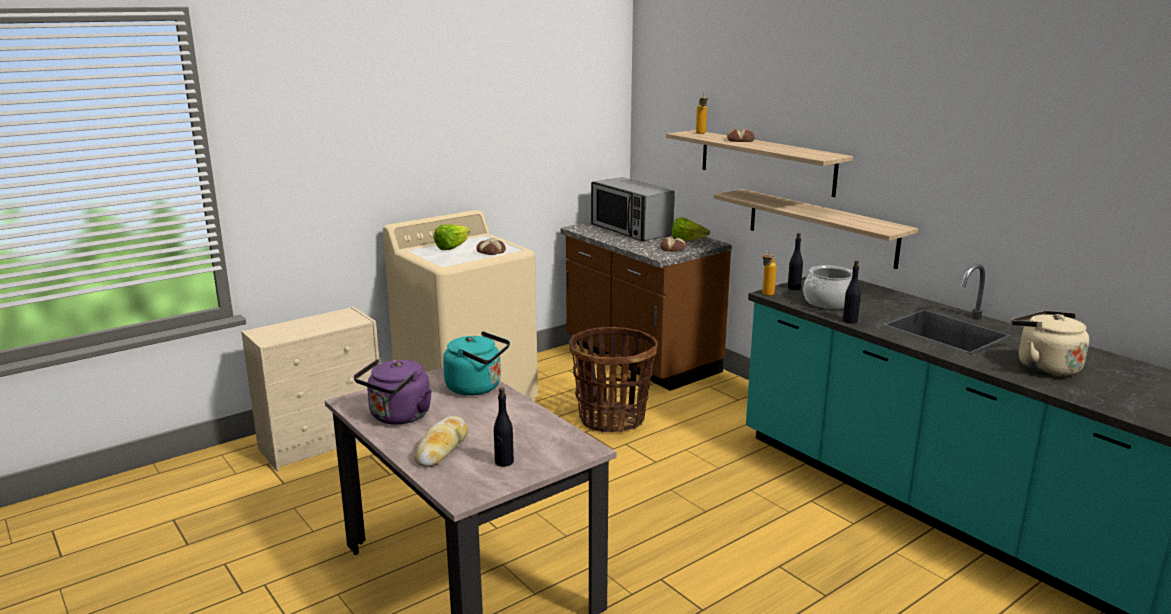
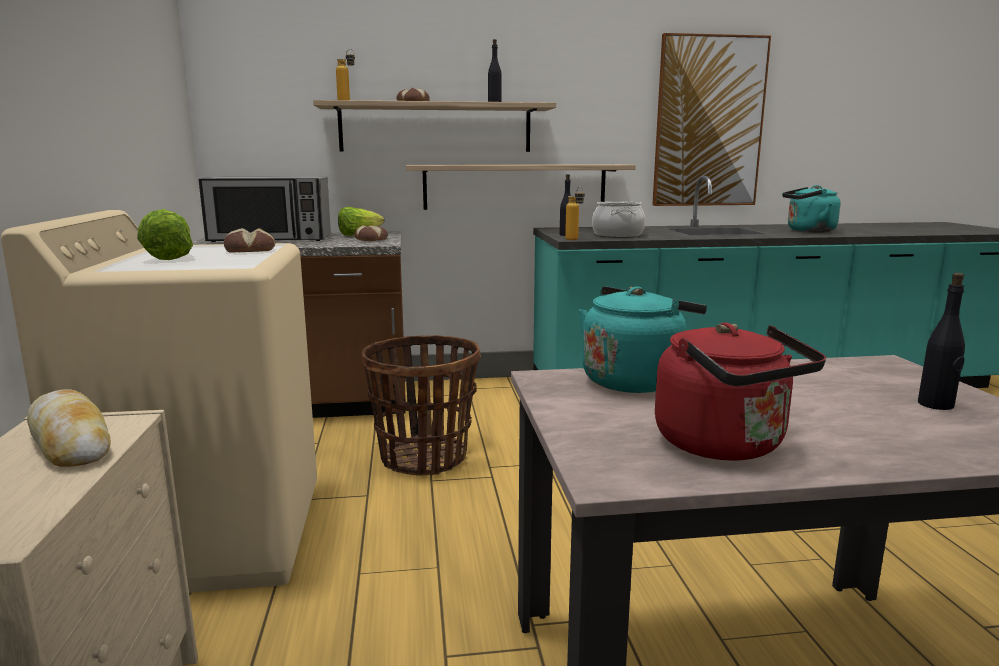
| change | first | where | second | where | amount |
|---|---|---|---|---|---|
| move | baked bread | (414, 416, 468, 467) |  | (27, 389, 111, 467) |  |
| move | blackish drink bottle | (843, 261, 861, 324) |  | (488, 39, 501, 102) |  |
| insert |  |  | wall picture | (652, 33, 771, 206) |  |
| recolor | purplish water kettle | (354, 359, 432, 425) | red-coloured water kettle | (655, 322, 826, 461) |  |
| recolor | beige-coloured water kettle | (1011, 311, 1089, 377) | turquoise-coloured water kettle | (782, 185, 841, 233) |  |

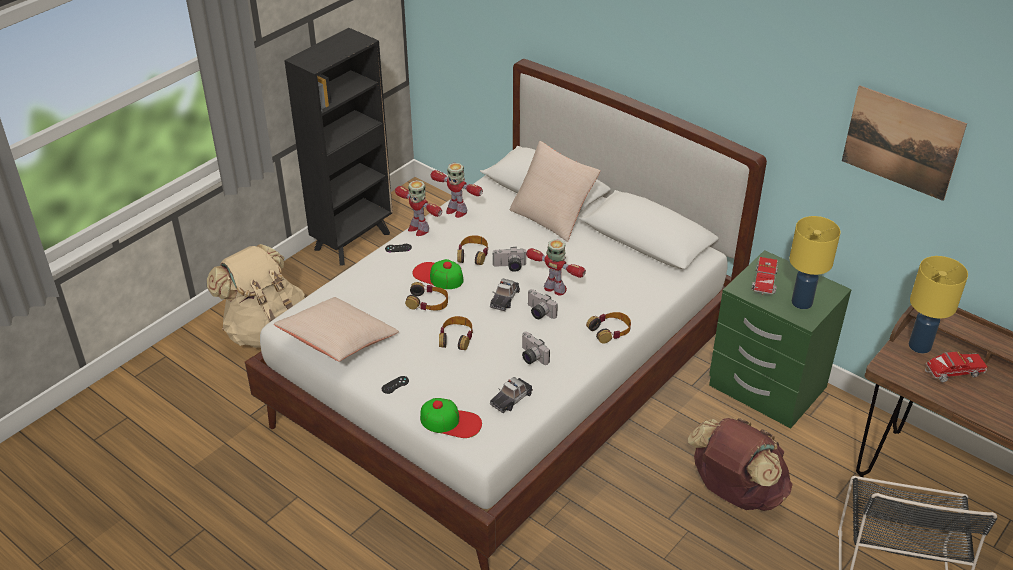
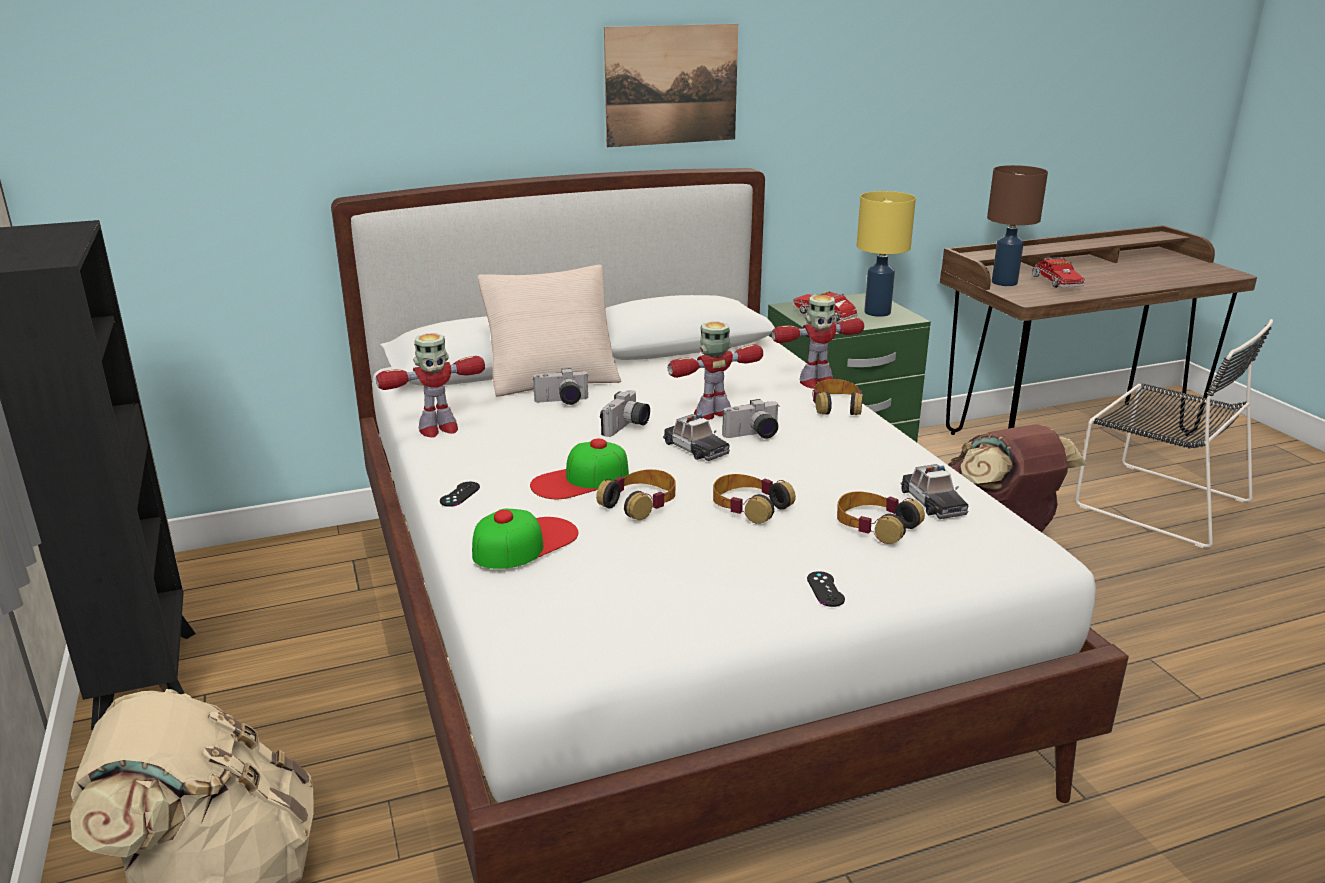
| change | first | where | second | where | amount |
|---|---|---|---|---|---|
| move | cap | (420, 398, 482, 438) |  | (472, 509, 578, 569) |  |
| move | photo camera | (522, 332, 550, 365) |  | (532, 368, 588, 405) |  |
| move | wall picture | (842, 85, 967, 201) |  | (604, 24, 738, 147) |  |
| move | robot figure | (395, 180, 442, 236) |  | (772, 295, 864, 389) |  |
| move | headphones | (457, 235, 489, 265) |  | (837, 491, 925, 544) |  |
| recolor | yellowish lamp for a table | (909, 256, 968, 353) | brown-coloured lamp for a table | (987, 165, 1048, 286) |  |
| rotate | toy truck | (925, 351, 987, 382) |  | (1032, 257, 1084, 288) | 150 degrees clockwise |
| delete | beige-coloured throw pillow | (274, 297, 399, 361) |  |  |  |

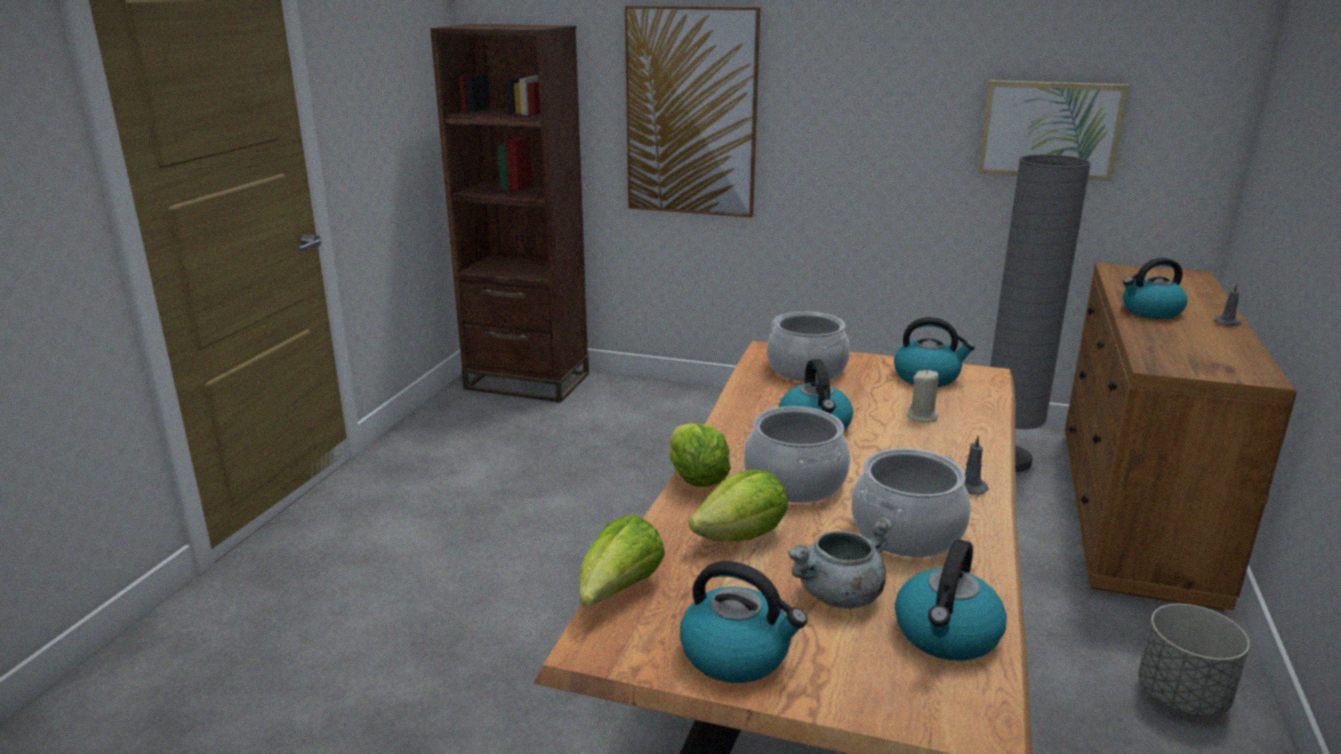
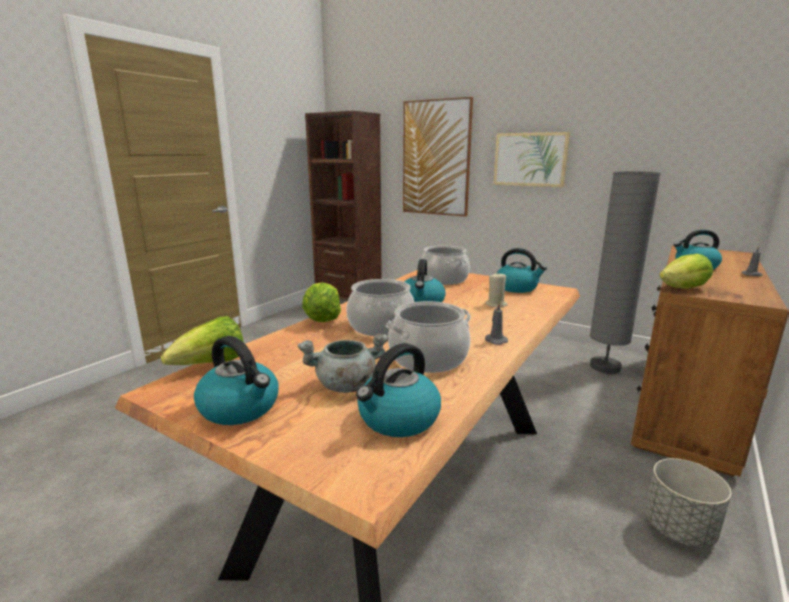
| change | first | where | second | where | amount |
|---|---|---|---|---|---|
| move | wall picture | (977, 80, 1129, 181) |  | (493, 132, 570, 187) |  |
| move | lettuce head | (689, 470, 788, 542) |  | (660, 254, 713, 289) |  |

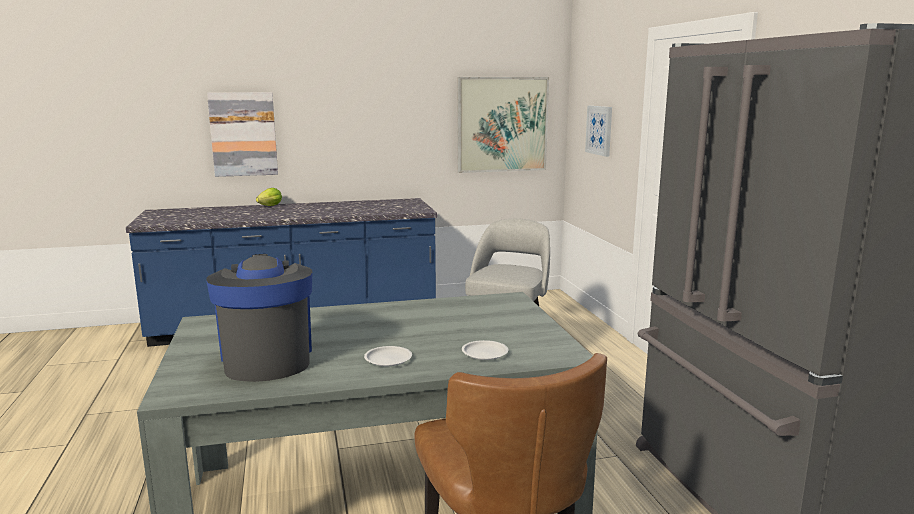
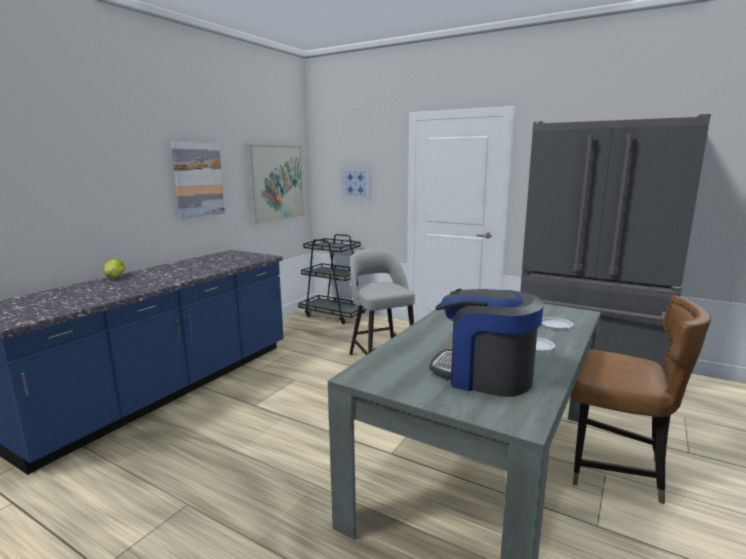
| change | first | where | second | where | amount |
|---|---|---|---|---|---|
| move | wall picture | (207, 93, 278, 177) |  | (171, 142, 225, 219) |  |
| insert |  |  | blackish wheeled cart | (298, 234, 366, 324) |  |

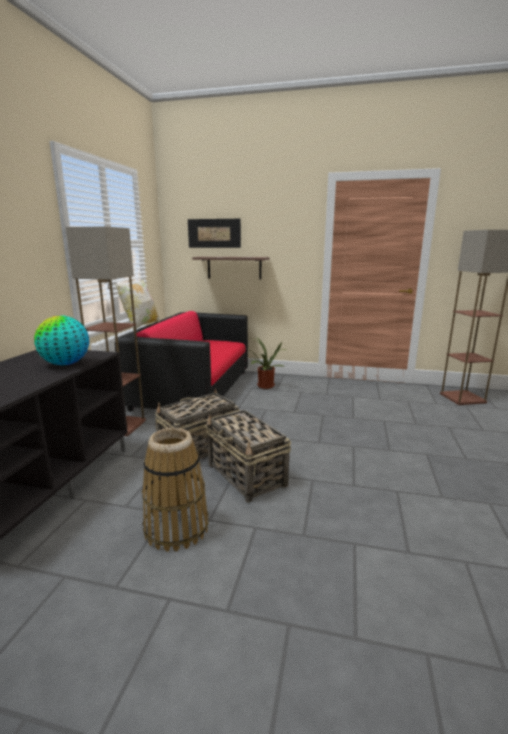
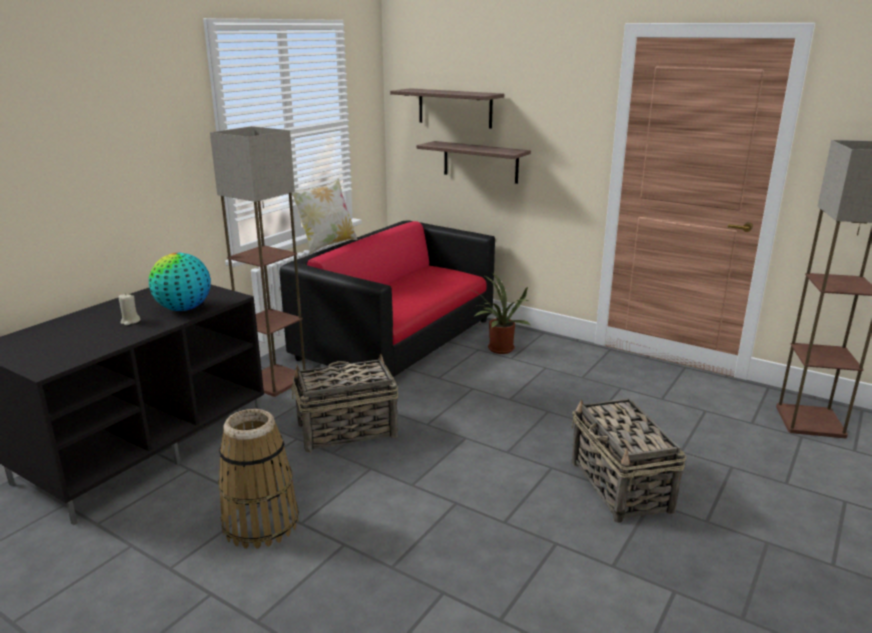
| change | first | where | second | where | amount |
|---|---|---|---|---|---|
| insert |  |  | beige-coloured candle | (119, 293, 140, 325) |  |
| replace | wall picture | (188, 219, 241, 248) | shelf | (390, 88, 504, 129) |  |
| move | basket | (204, 410, 291, 502) |  | (572, 398, 686, 523) |  |

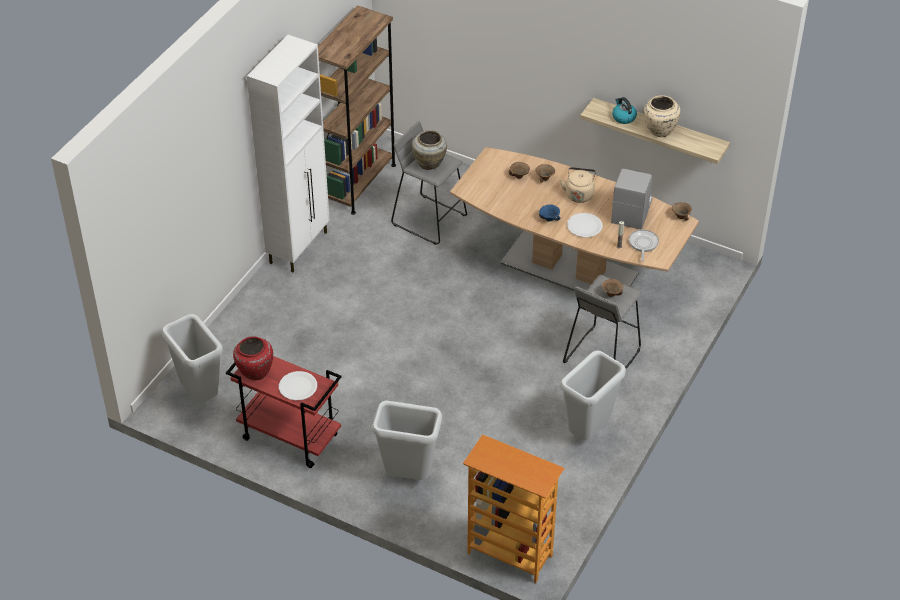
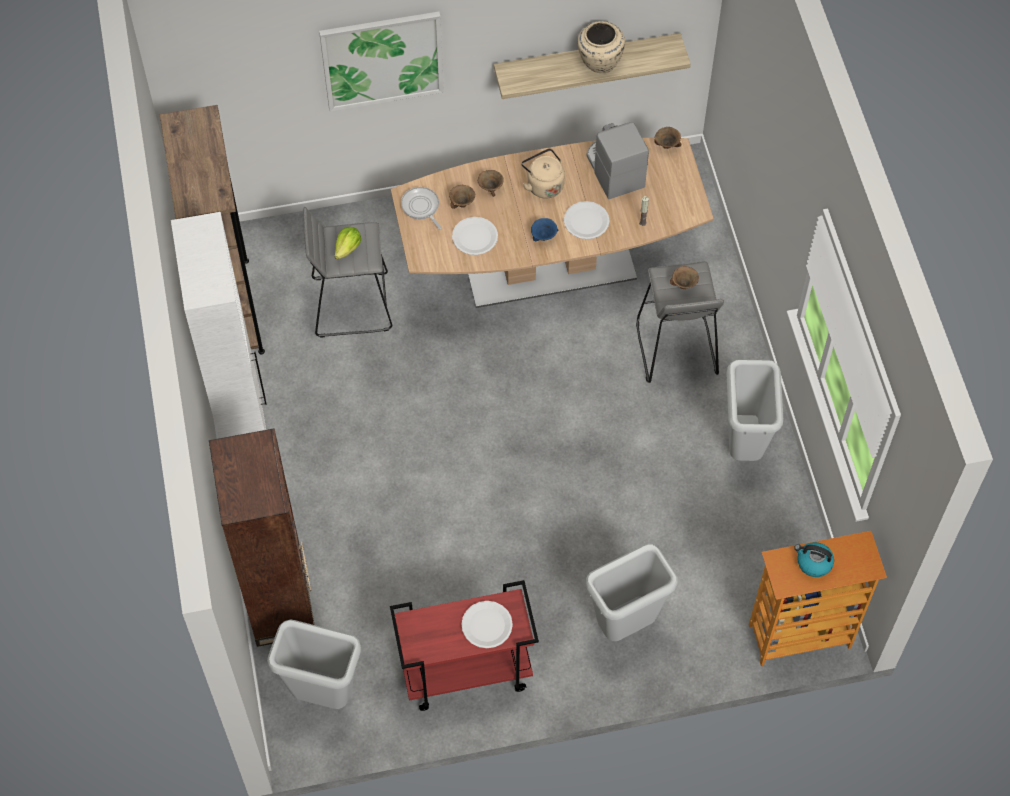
| change | first | where | second | where | amount |
|---|---|---|---|---|---|
| insert |  |  | brown-coloured bookshelf | (209, 428, 315, 647) |  |
| insert |  |  | wall picture | (319, 12, 444, 112) |  |
| replace | beige-coloured flower vase | (412, 130, 447, 170) | lettuce head | (335, 227, 361, 259) |  |
| move | frying pan | (629, 230, 659, 261) |  | (401, 187, 442, 230) |  |
| insert |  |  | whitish dinner plate | (452, 217, 498, 255) |  |
| move | water kettle | (612, 97, 637, 124) |  | (794, 542, 834, 577) |  |
| delete | red-coloured flower vase | (233, 336, 273, 380) |  |  |  |

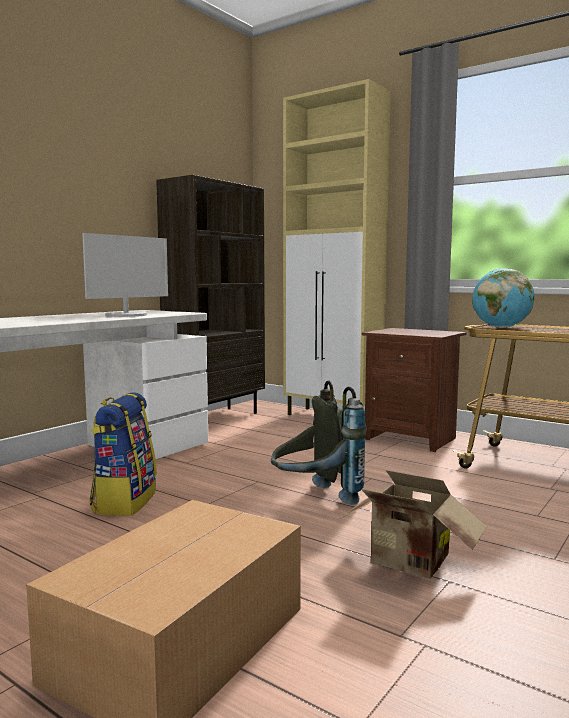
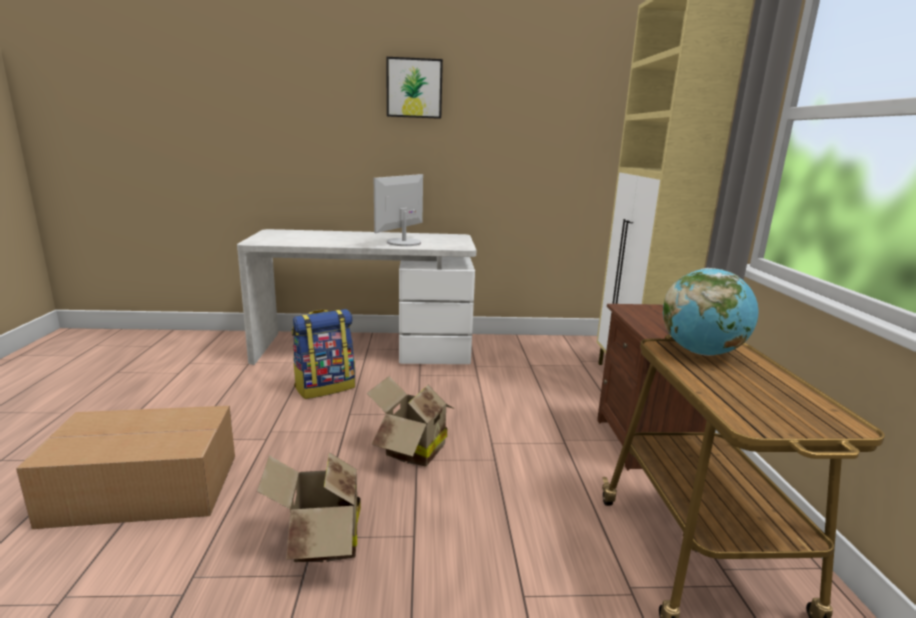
| change | first | where | second | where | amount |
|---|---|---|---|---|---|
| replace | gray rucksack | (271, 380, 366, 505) | carton | (367, 376, 455, 467) |  |
| rotate | computer display | (82, 233, 168, 317) |  | (374, 174, 423, 246) | 120 degrees clockwise |
| insert |  |  | wall picture | (386, 57, 443, 119) |  |
| delete | brown-coloured bookshelf | (156, 175, 265, 414) |  |  |  |

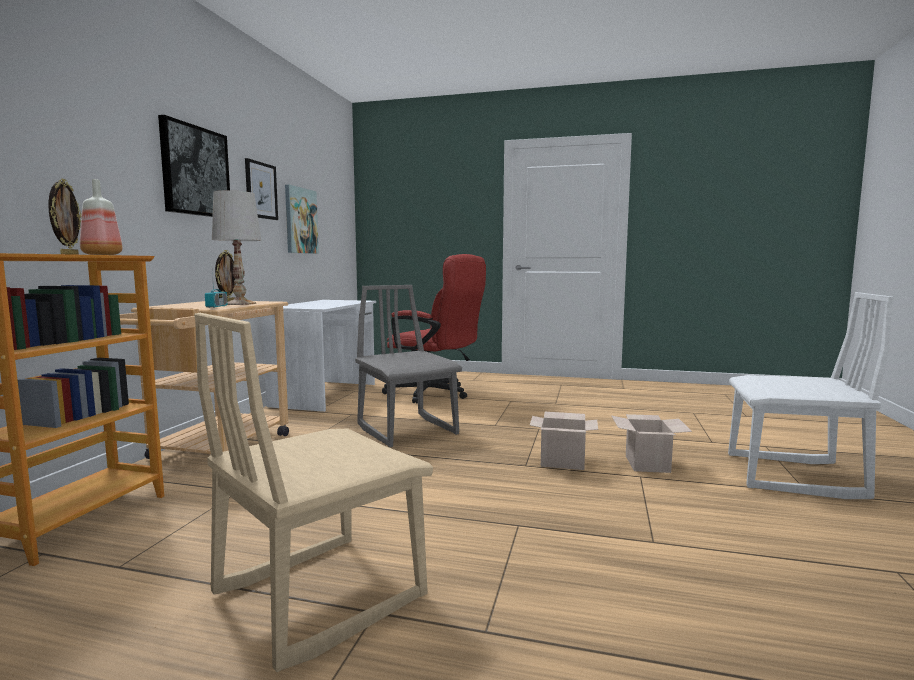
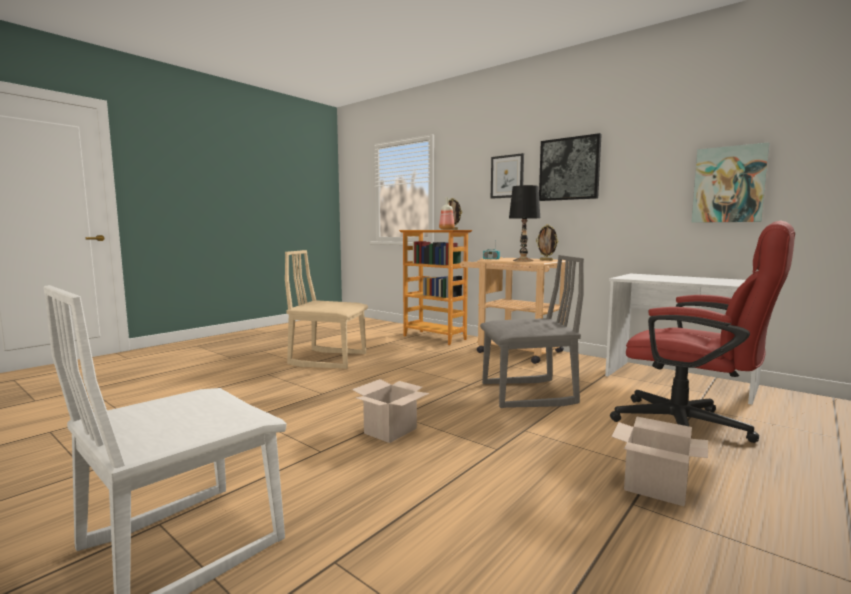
| change | first | where | second | where | amount |
|---|---|---|---|---|---|
| rotate | beige-coloured upright chair | (194, 313, 433, 672) |  | (285, 250, 368, 369) | 60 degrees counterclockwise |
| move | wall picture | (245, 158, 278, 220) |  | (491, 153, 524, 199) |  |
| recolor | whitish lamp for a table | (212, 190, 261, 305) | blackish lamp for a table | (509, 185, 540, 262) |  |
| rotate | red-coloured office chair | (382, 254, 486, 404) |  | (610, 221, 795, 443) | 105 degrees counterclockwise |
| move | carton | (611, 414, 692, 473) |  | (612, 417, 708, 506) |  |

